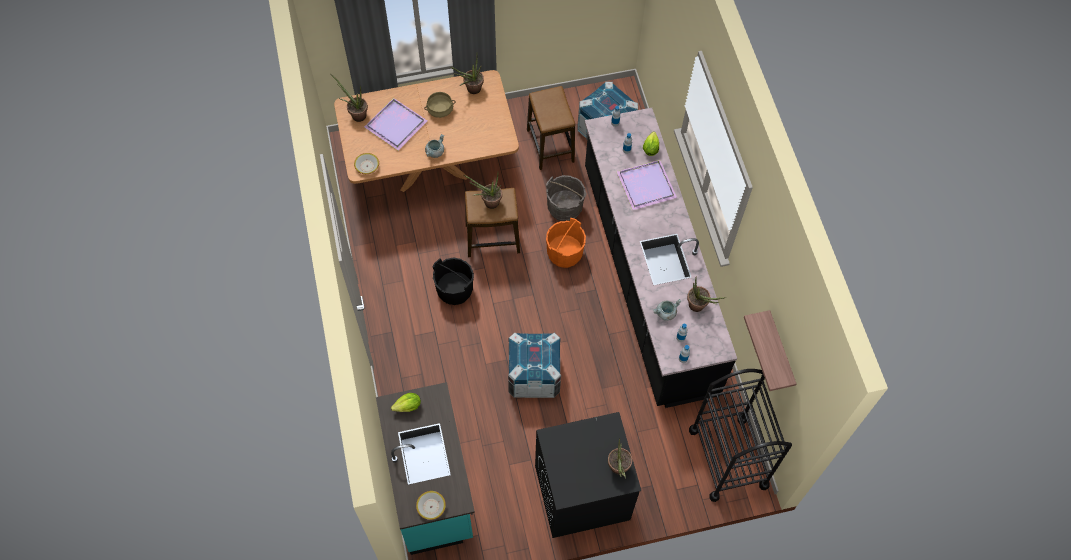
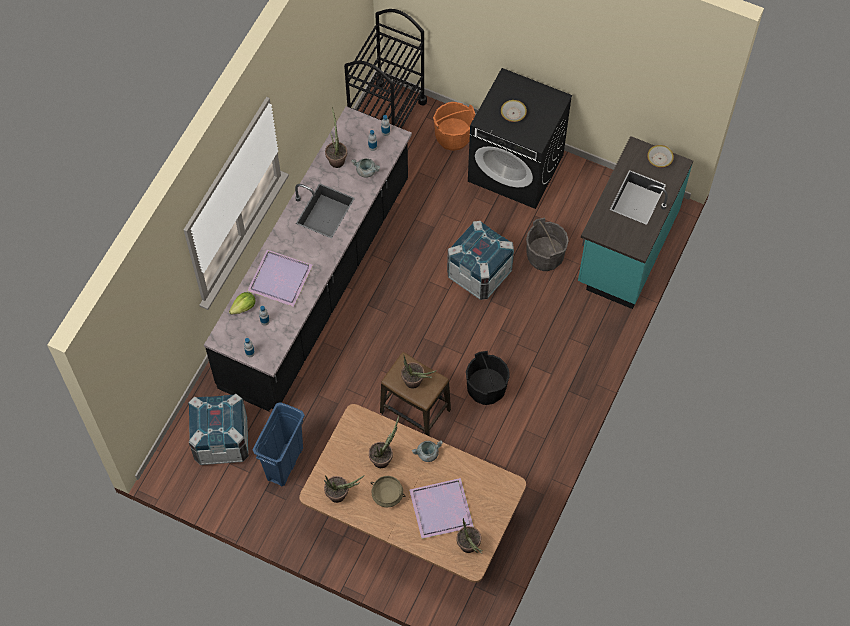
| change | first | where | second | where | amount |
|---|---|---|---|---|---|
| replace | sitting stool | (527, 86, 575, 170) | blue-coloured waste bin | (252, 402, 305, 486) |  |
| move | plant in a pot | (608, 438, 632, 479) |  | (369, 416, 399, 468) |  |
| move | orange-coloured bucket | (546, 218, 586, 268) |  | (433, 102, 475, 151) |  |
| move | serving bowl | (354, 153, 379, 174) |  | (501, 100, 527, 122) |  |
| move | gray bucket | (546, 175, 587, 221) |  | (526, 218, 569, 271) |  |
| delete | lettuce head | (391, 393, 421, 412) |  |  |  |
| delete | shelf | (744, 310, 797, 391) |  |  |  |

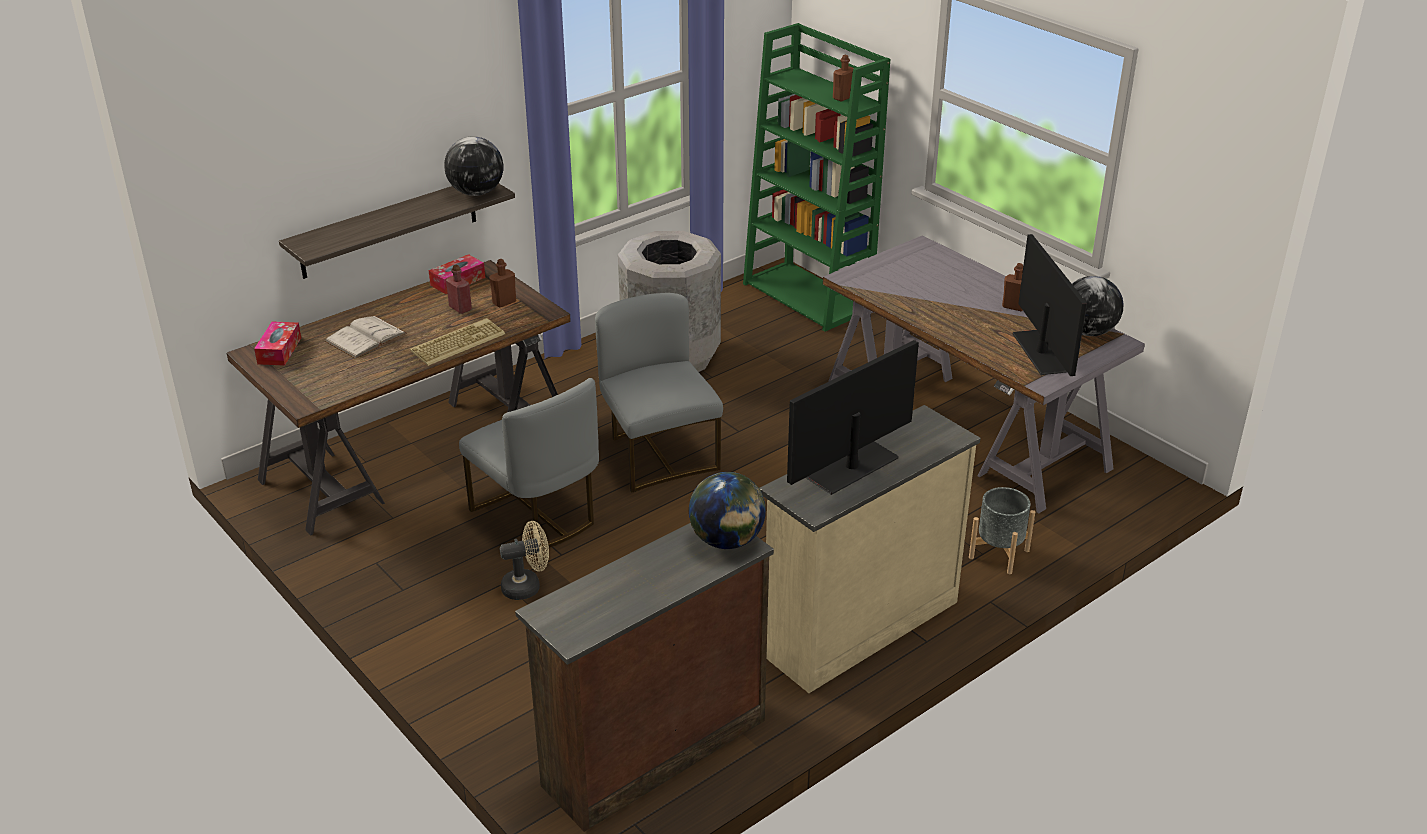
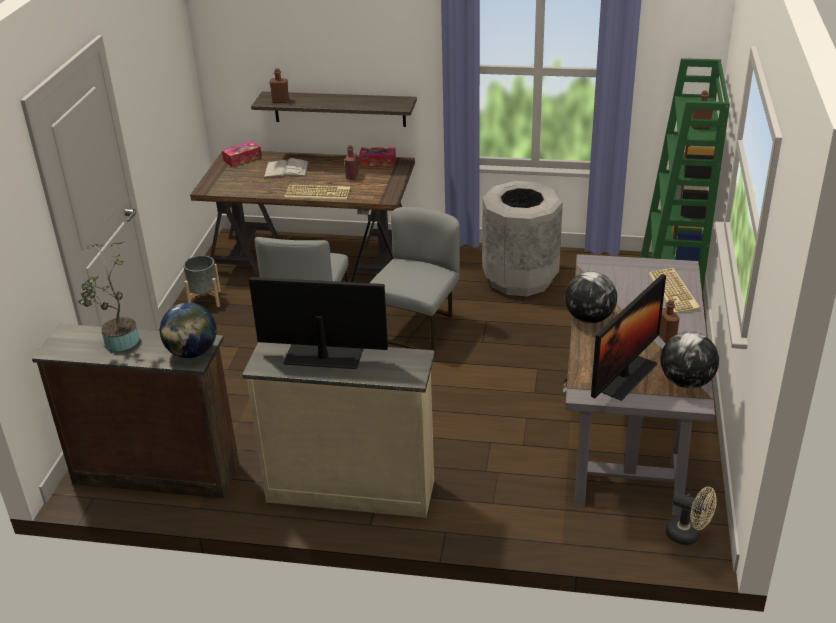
| change | first | where | second | where | amount |
|---|---|---|---|---|---|
| insert |  |  | plant in a pot | (78, 241, 139, 351) |  |
| move | gray plant pot | (969, 487, 1035, 574) |  | (183, 255, 221, 307) |  |
| move | brown-coloured drink bottle | (489, 259, 516, 307) |  | (269, 68, 289, 103) |  |
| move | world globe | (444, 136, 504, 196) |  | (565, 271, 617, 323) |  |
| insert |  |  | computer keyboard | (648, 268, 700, 314) |  |
| move | beige-coloured cooling fan | (500, 521, 549, 600) |  | (666, 487, 717, 545) |  |

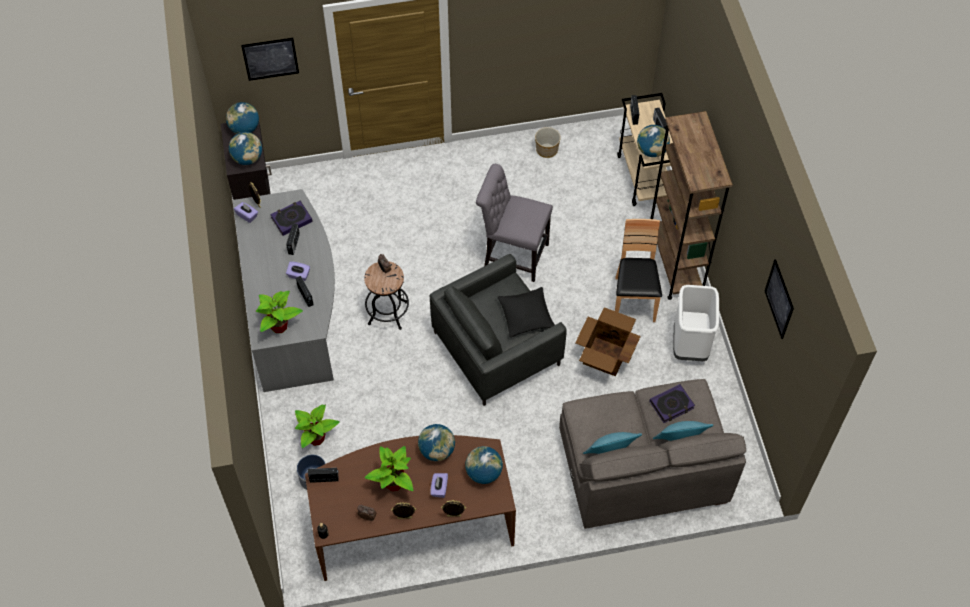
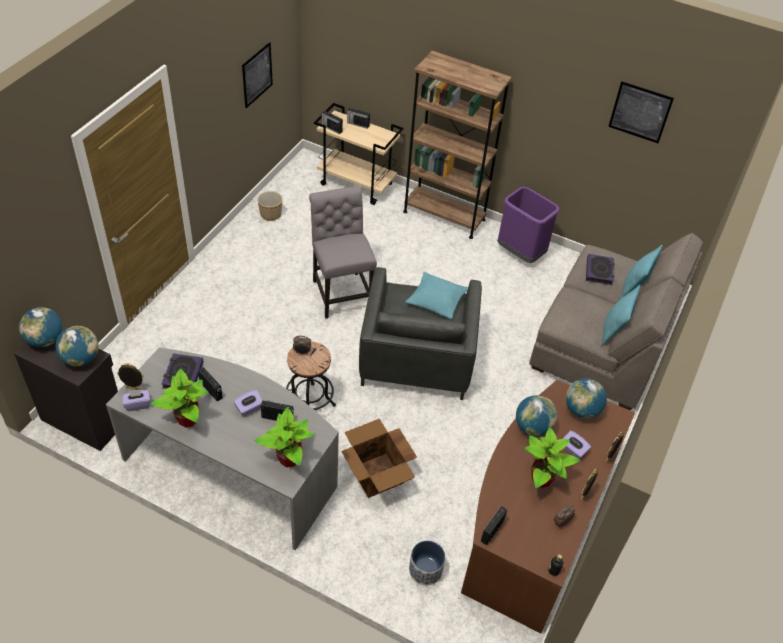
| change | first | where | second | where | amount |
|---|---|---|---|---|---|
| move | plant in a pot | (295, 405, 339, 448) |  | (151, 369, 208, 428) |  |
| move | wall picture | (241, 38, 299, 81) |  | (242, 42, 273, 108) |  |
| rotate | gray upright chair | (476, 164, 553, 282) |  | (309, 186, 377, 318) | 105 degrees clockwise |
| move | carton | (575, 307, 641, 376) |  | (341, 419, 417, 498) |  |
| recolor | blackish throw pillow | (498, 287, 555, 337) | turquoise-coloured throw pillow | (405, 272, 468, 319) |  |
| recolor | whitish waste bin | (673, 285, 719, 361) | purplish waste bin | (497, 186, 560, 263) |  |
| delete | brown-coloured upright chair | (615, 219, 662, 322) |  |  |  |
| delete | world globe | (637, 125, 670, 157) |  |  |  |

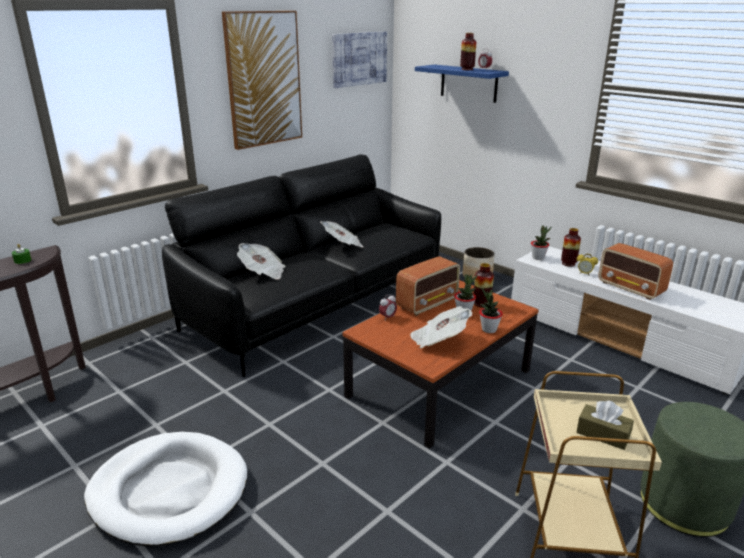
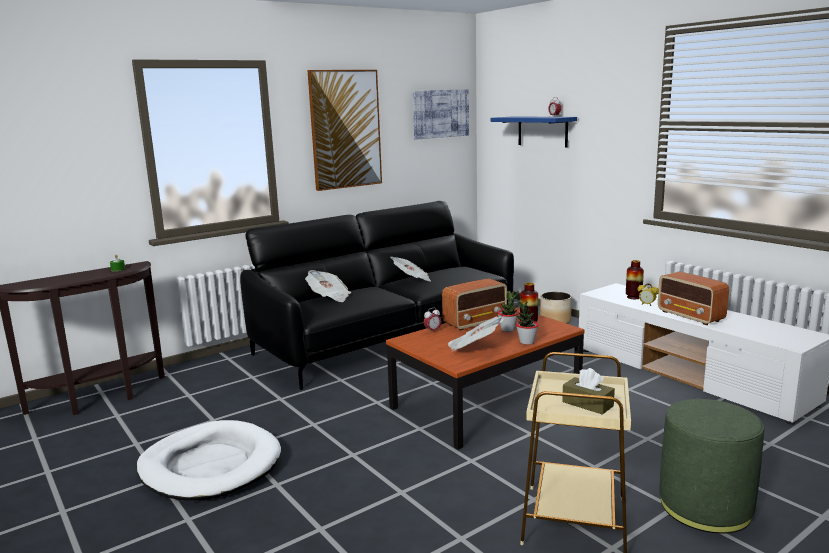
| change | first | where | second | where | amount |
|---|---|---|---|---|---|
| delete | flower vase | (460, 33, 476, 70) |  |  |  |
| delete | plant in a pot | (531, 226, 551, 260) |  |  |  |

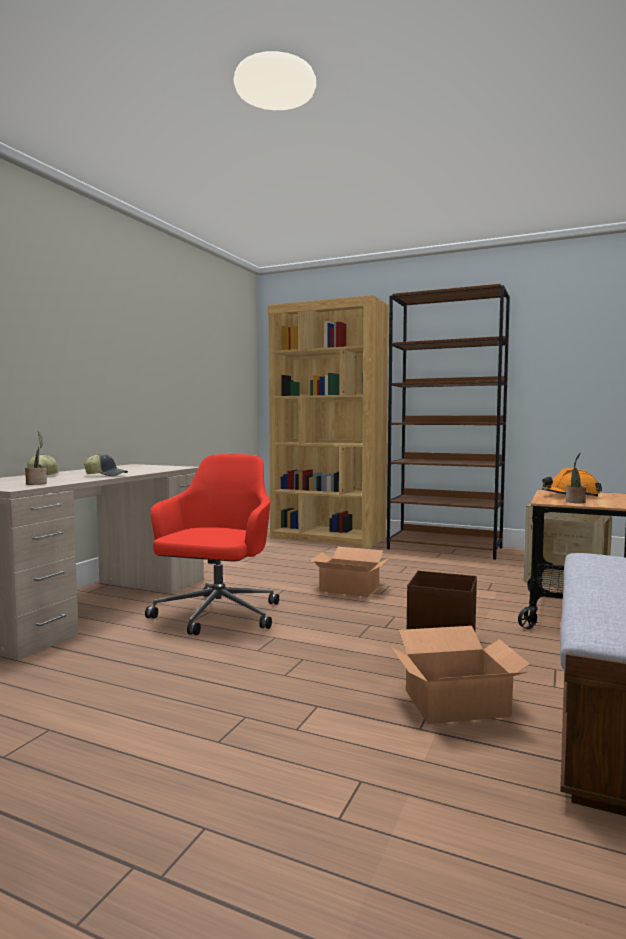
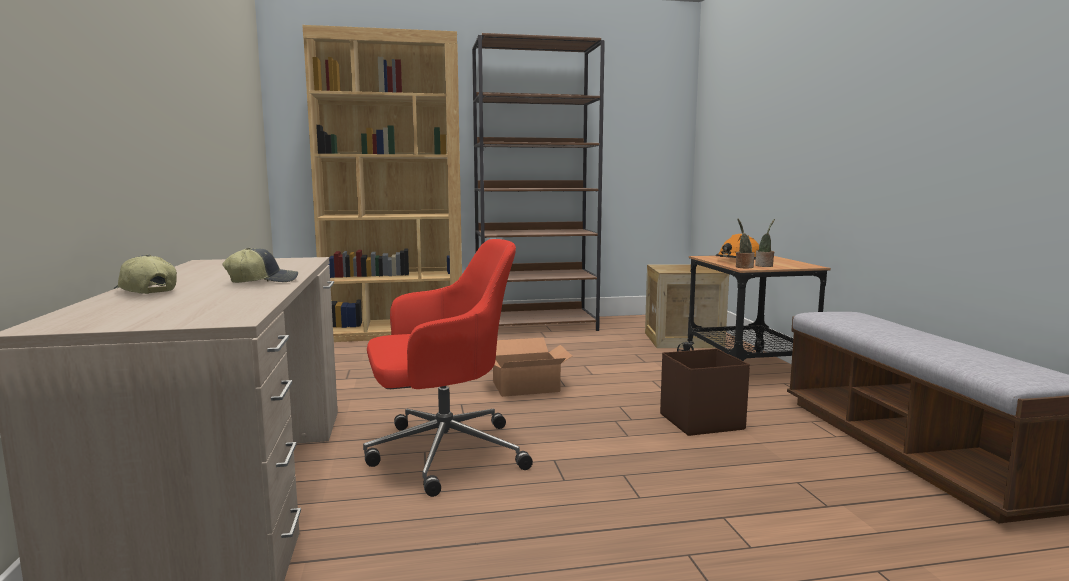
| change | first | where | second | where | amount |
|---|---|---|---|---|---|
| rotate | red-coloured office chair | (145, 454, 279, 635) |  | (363, 239, 533, 497) | 90 degrees clockwise |
| move | plant in a pot | (25, 431, 47, 485) |  | (736, 219, 755, 268) |  |
| delete | carton | (390, 626, 530, 724) |  |  |  |

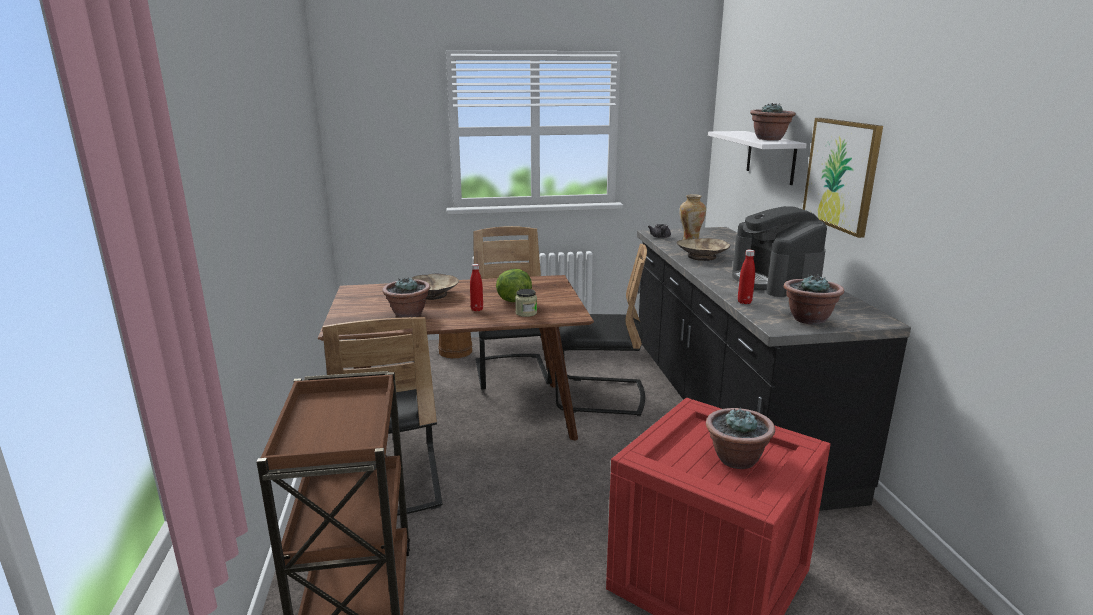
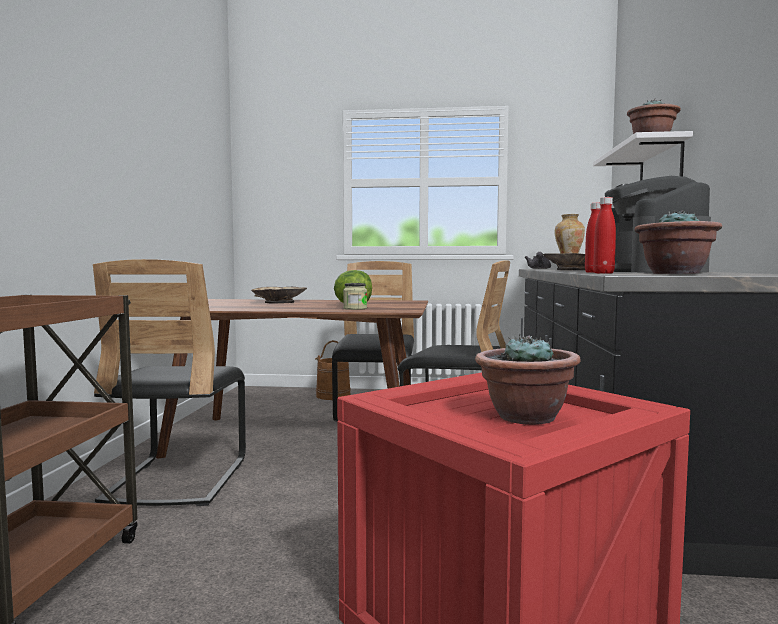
| change | first | where | second | where | amount |
|---|---|---|---|---|---|
| move | red-coloured drink bottle | (470, 264, 483, 311) |  | (593, 197, 616, 273) |  |
| delete | plant in a pot | (382, 277, 430, 318) |  |  |  |
| delete | wall picture | (803, 118, 883, 238) |  |  |  |

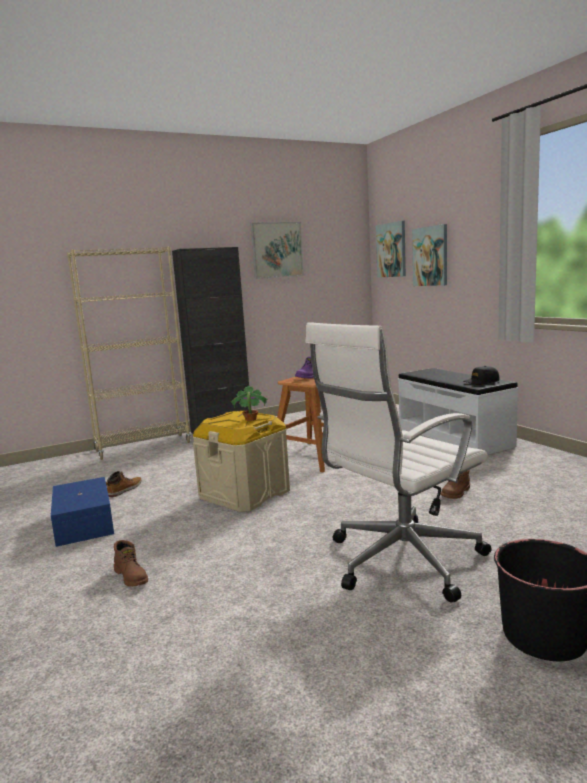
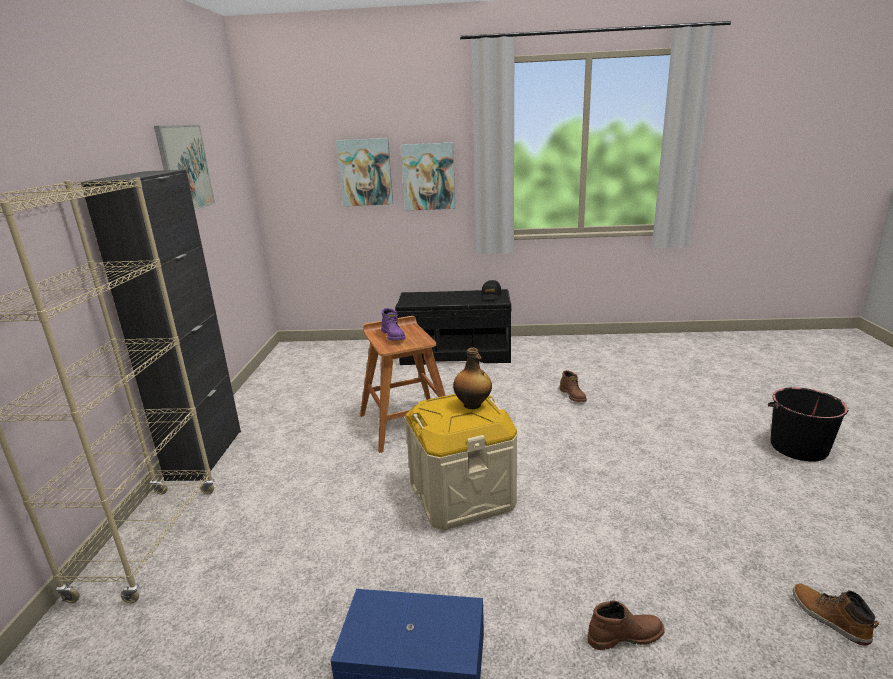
| change | first | where | second | where | amount |
|---|---|---|---|---|---|
| recolor | whitish indoor bench | (398, 368, 518, 455) | blackish indoor bench | (395, 289, 512, 365) |  |
| move | wall picture | (376, 221, 406, 278) |  | (401, 142, 455, 211) |  |
| replace | plant in a pot | (231, 386, 268, 421) | drink bottle | (453, 348, 492, 409) |  |
| move | high-top boot | (106, 471, 142, 497) |  | (793, 583, 879, 646) |  |
| delete | whitish office chair | (305, 322, 492, 603) |  |  |  |

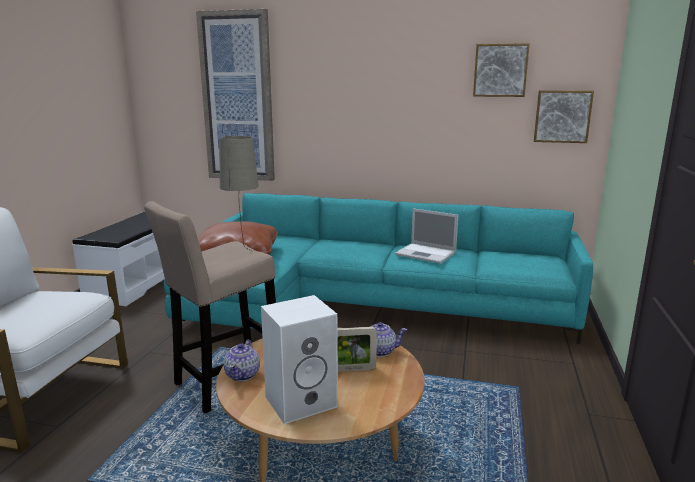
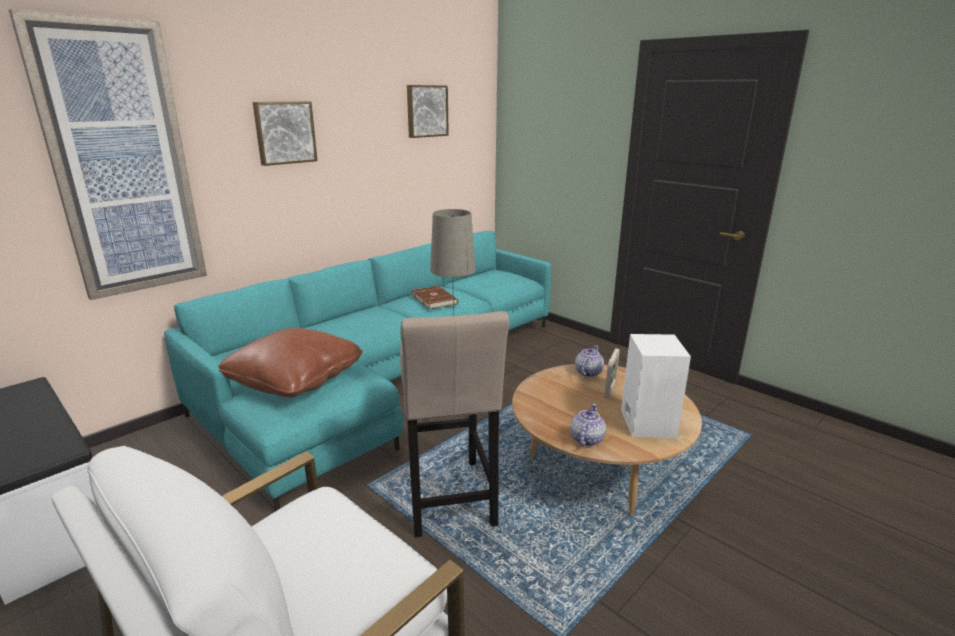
| change | first | where | second | where | amount |
|---|---|---|---|---|---|
| move | wall picture | (534, 90, 594, 143) |  | (253, 101, 317, 166) |  |
| replace | notebook computer | (395, 208, 458, 264) | brown-coloured bound book | (412, 286, 458, 310) |  |
| rotate | teapot | (224, 339, 260, 381) |  | (570, 404, 606, 446) | 105 degrees counterclockwise |

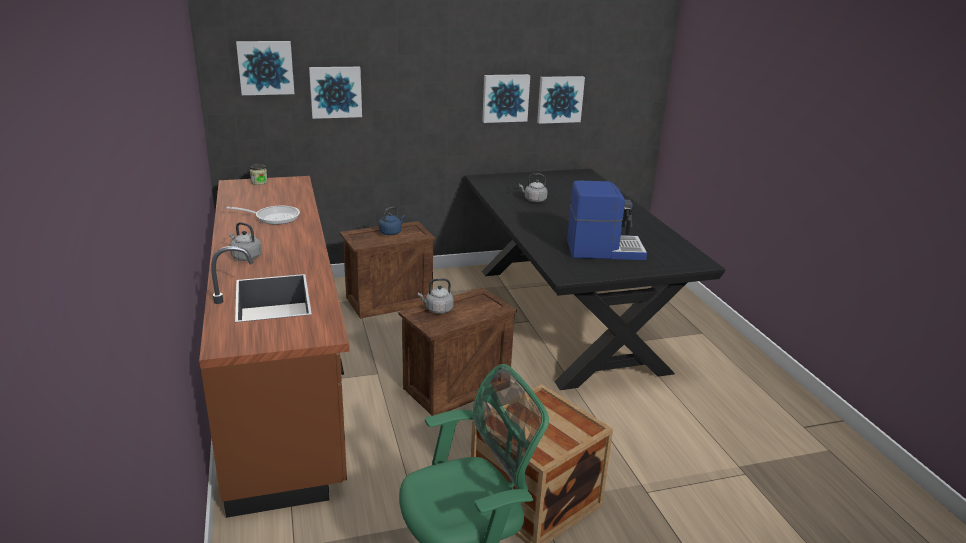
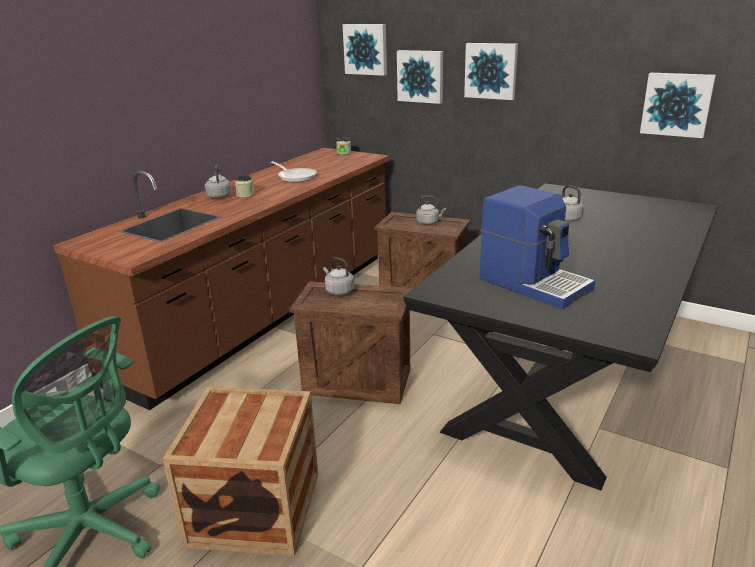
| change | first | where | second | where | amount |
|---|---|---|---|---|---|
| insert |  |  | jar | (235, 175, 254, 198) |  |
| recolor | blue-coloured water kettle | (379, 207, 405, 235) | gray water kettle | (416, 196, 446, 225) |  |
| move | wall picture | (482, 74, 530, 123) |  | (464, 43, 518, 100) |  |

